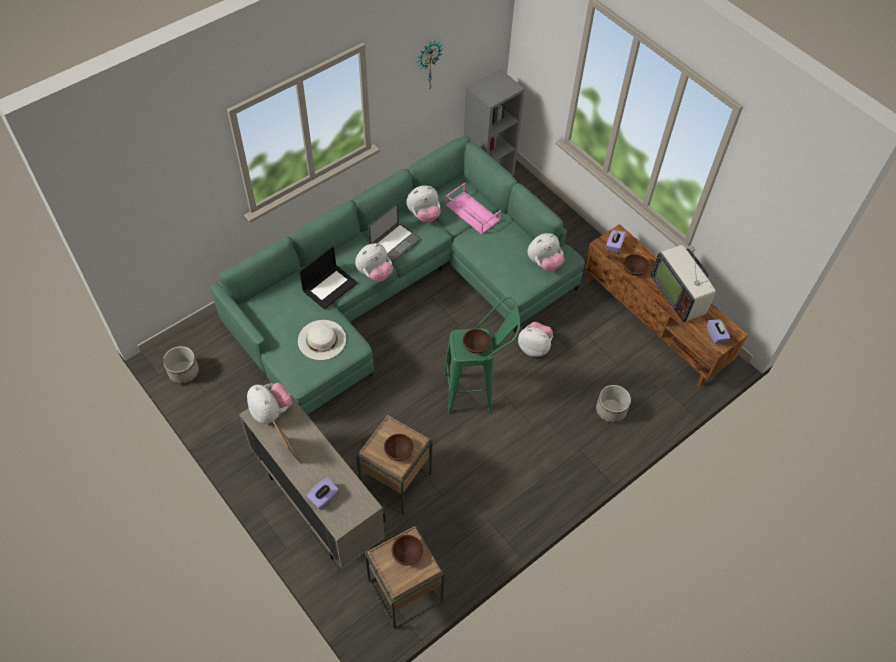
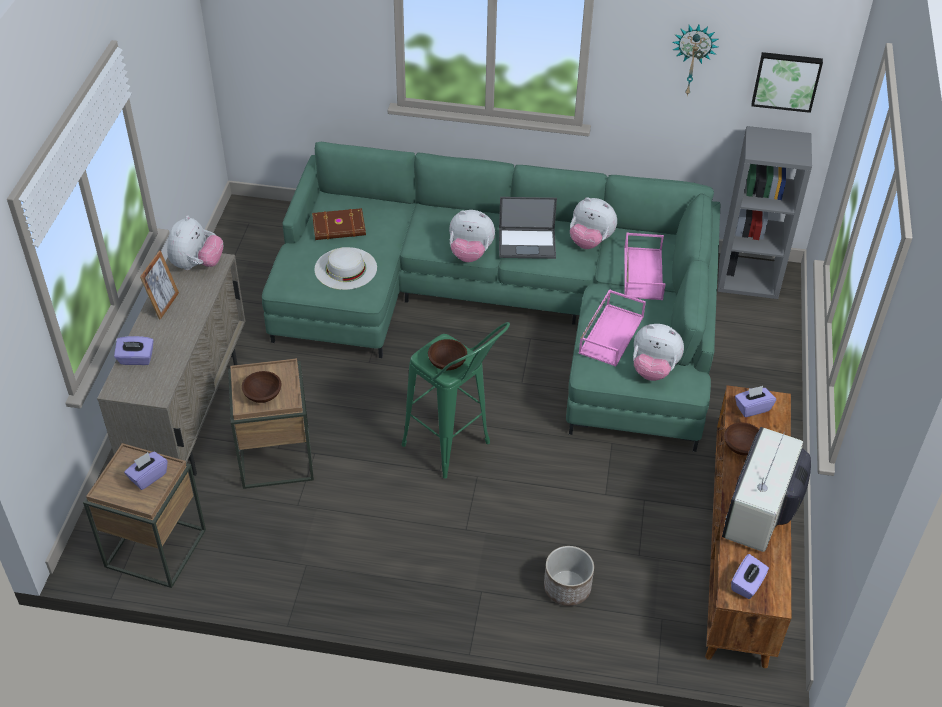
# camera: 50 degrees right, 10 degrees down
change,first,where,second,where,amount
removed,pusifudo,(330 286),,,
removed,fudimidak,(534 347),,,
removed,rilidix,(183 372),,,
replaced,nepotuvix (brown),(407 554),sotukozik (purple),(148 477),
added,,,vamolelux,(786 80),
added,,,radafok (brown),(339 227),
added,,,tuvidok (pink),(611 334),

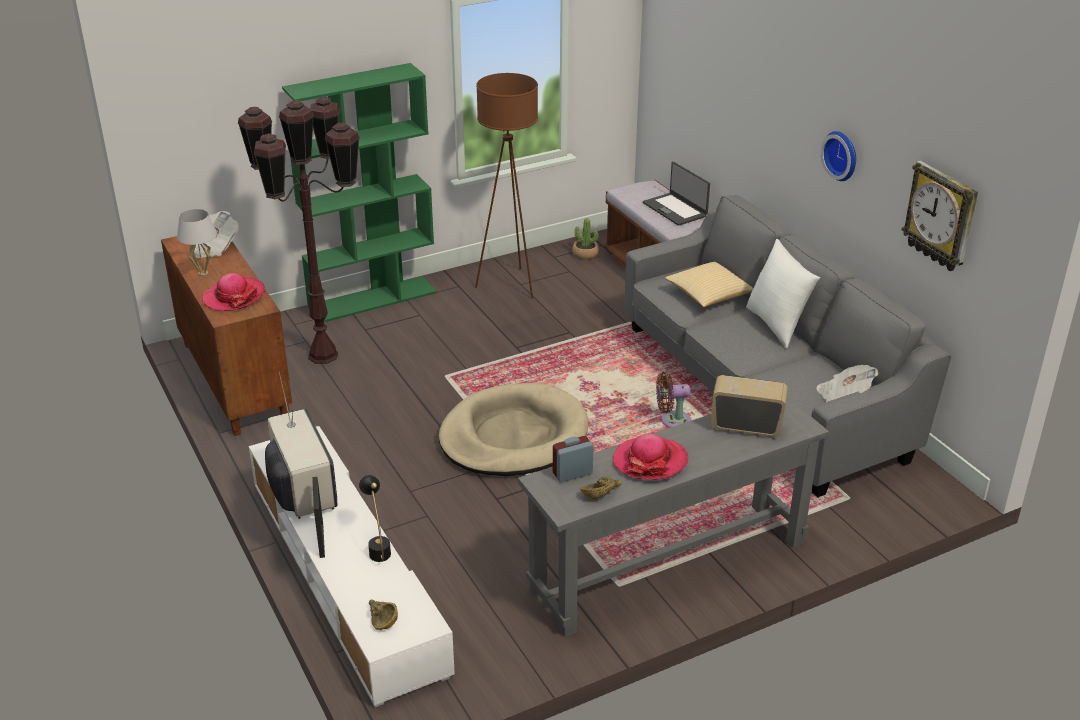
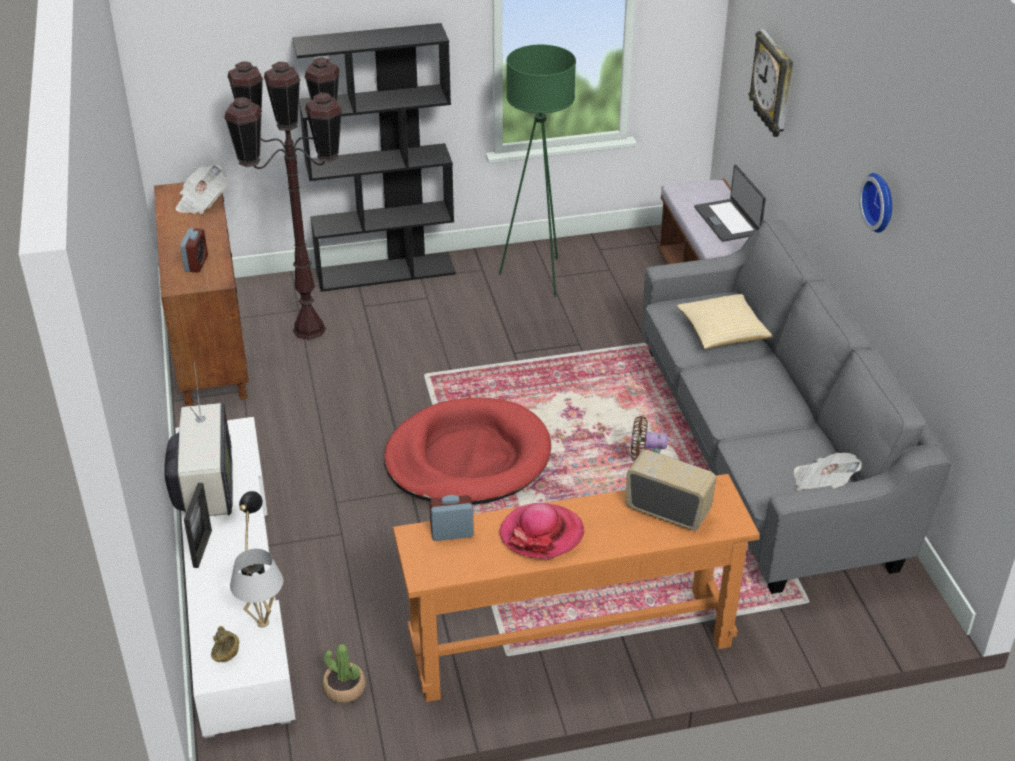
# camera: 15 degrees right, 5 degrees up
change,first,where,second,where,amount
recoloured,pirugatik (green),(373 299),pirugatik (black),(386 271),
recoloured,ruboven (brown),(510 285),ruboven (green),(537 277),
moved,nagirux,(941 217),,(774 84),
moved,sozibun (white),(203 273),,(263 622),
moved,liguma,(585 254),,(344 688),
removed,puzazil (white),(777 325),,,
replaced,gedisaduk,(234 296),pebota,(196 264),
recoloured,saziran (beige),(513 436),saziran (red),(468 458),
recoloured,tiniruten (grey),(668 566),tiniruten (orange),(570 643),
removed,nepotuvix (brown),(601 493),,,

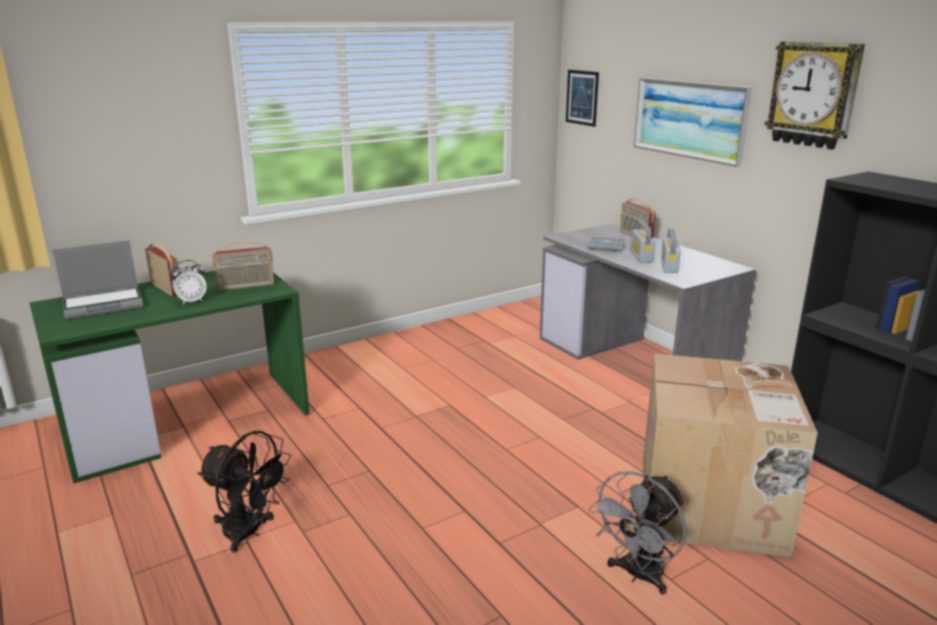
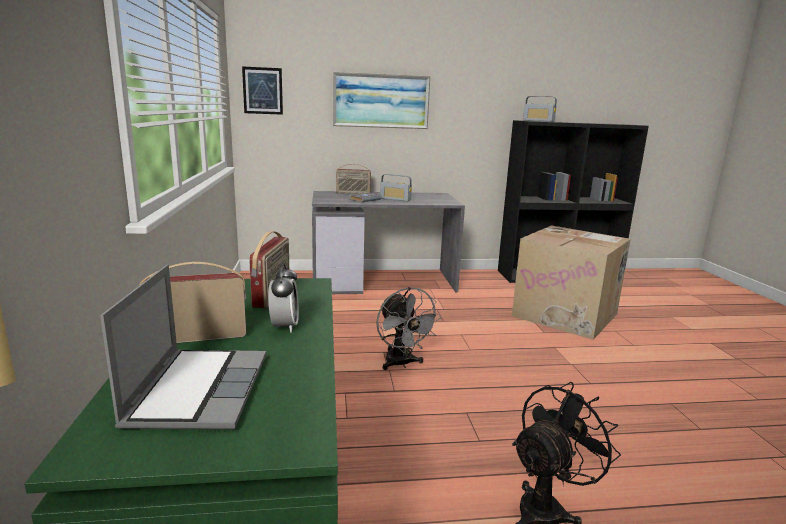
# camera: 65 degrees left, 5 degrees down
change,first,where,second,where,amount
removed,nagirux,(813 94),,,
moved,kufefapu,(669 266),,(538 121),
moved,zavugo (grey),(638 575),,(401 364),

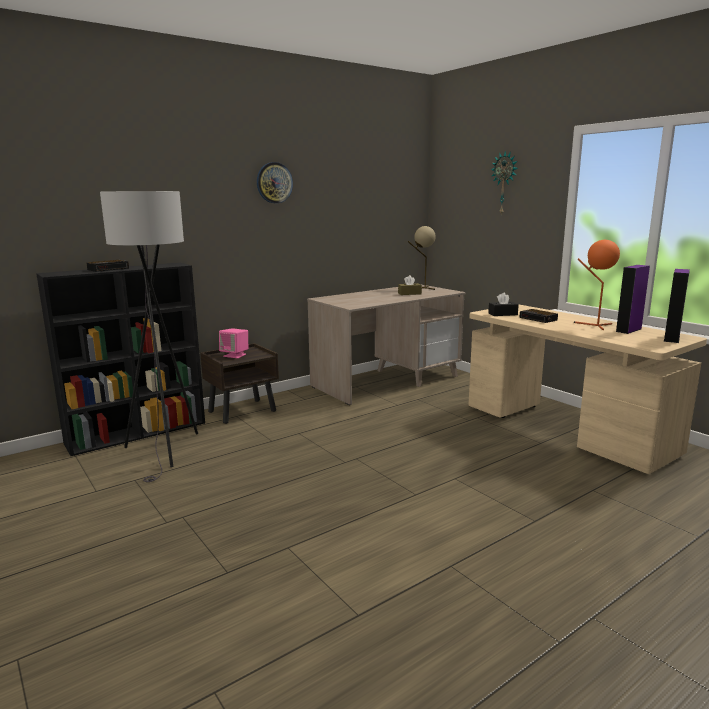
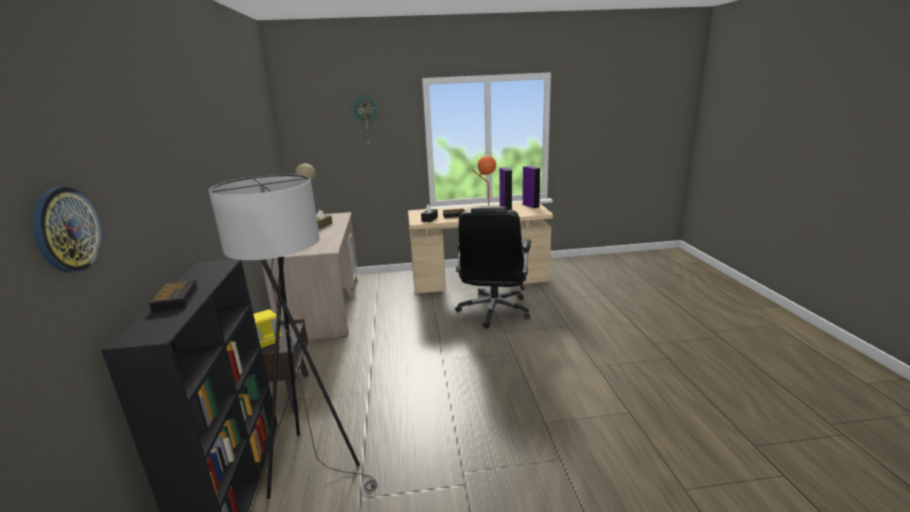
# camera: 60 degrees left, 5 degrees up
change,first,where,second,where,amount
moved,nagirux,(274 183),,(66 230),
recoloured,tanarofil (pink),(235 355),tanarofil (yellow),(267 341),
added,,,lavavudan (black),(494 311),

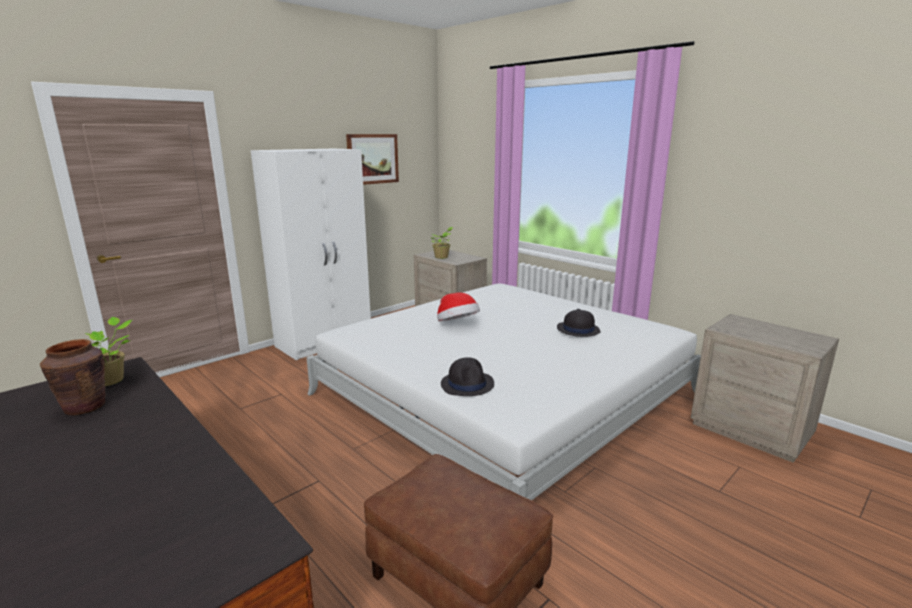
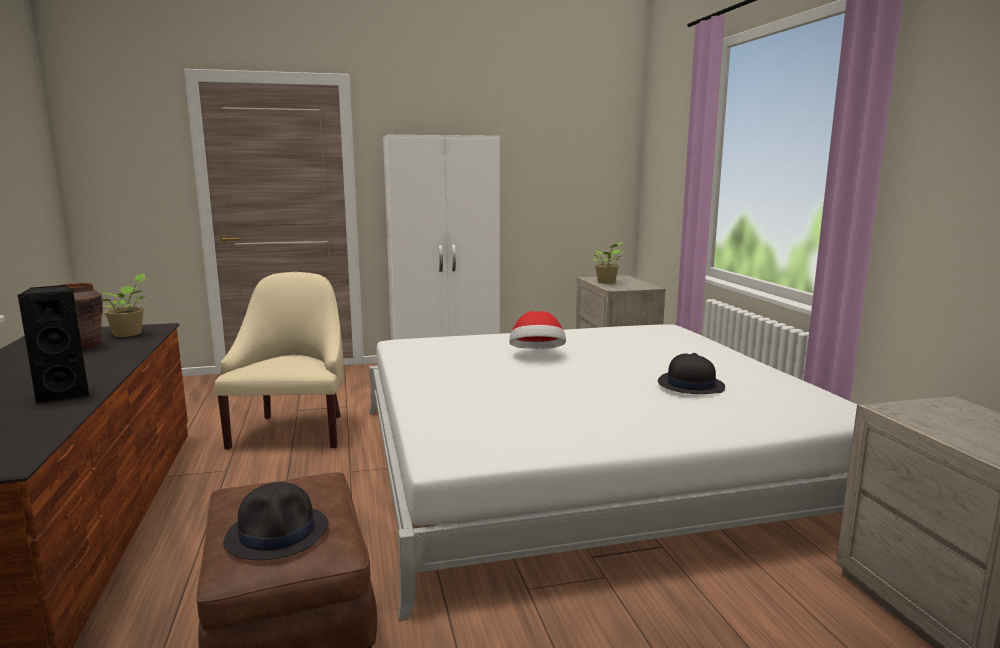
# camera: 30 degrees right, 5 degrees down
change,first,where,second,where,amount
removed,vamolelux,(372 159),,,
moved,gedisaduk (black),(467 384),,(278 533),
added,,,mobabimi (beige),(293 430),
added,,,tanarofil (black),(64 394),

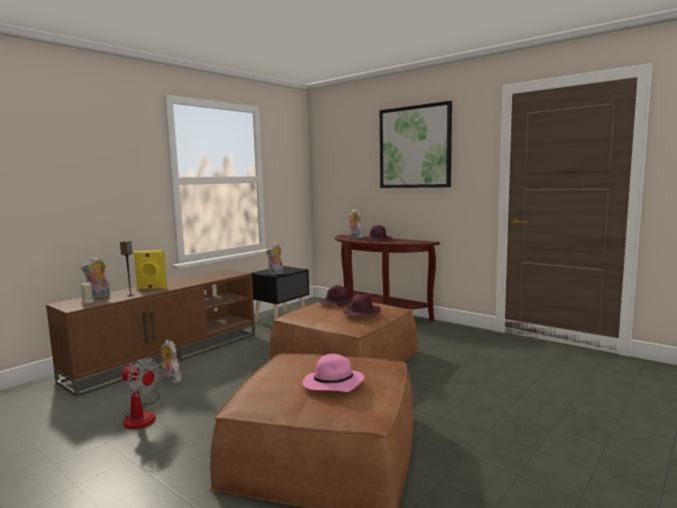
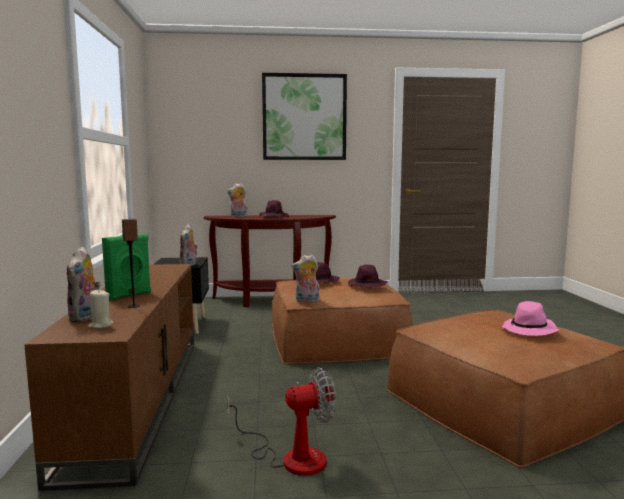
# camera: 45 degrees left, 0 degrees up
change,first,where,second,where,amount
recoloured,tanarofil (yellow),(151 288),tanarofil (green),(129 295),
moved,fudimidak,(170 380),,(307 301),

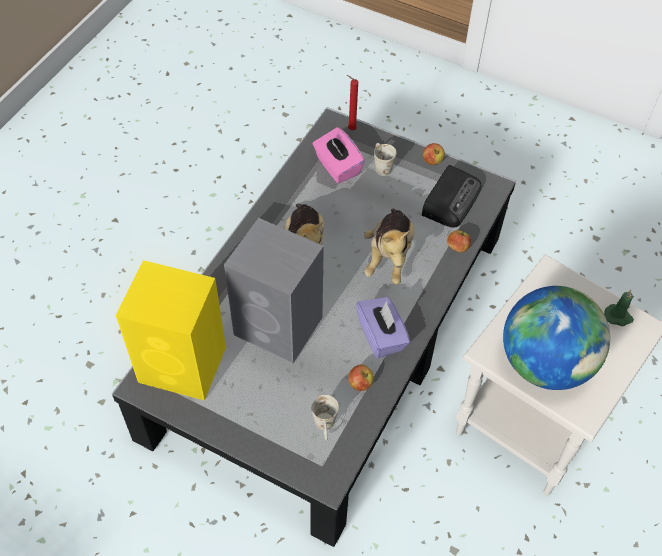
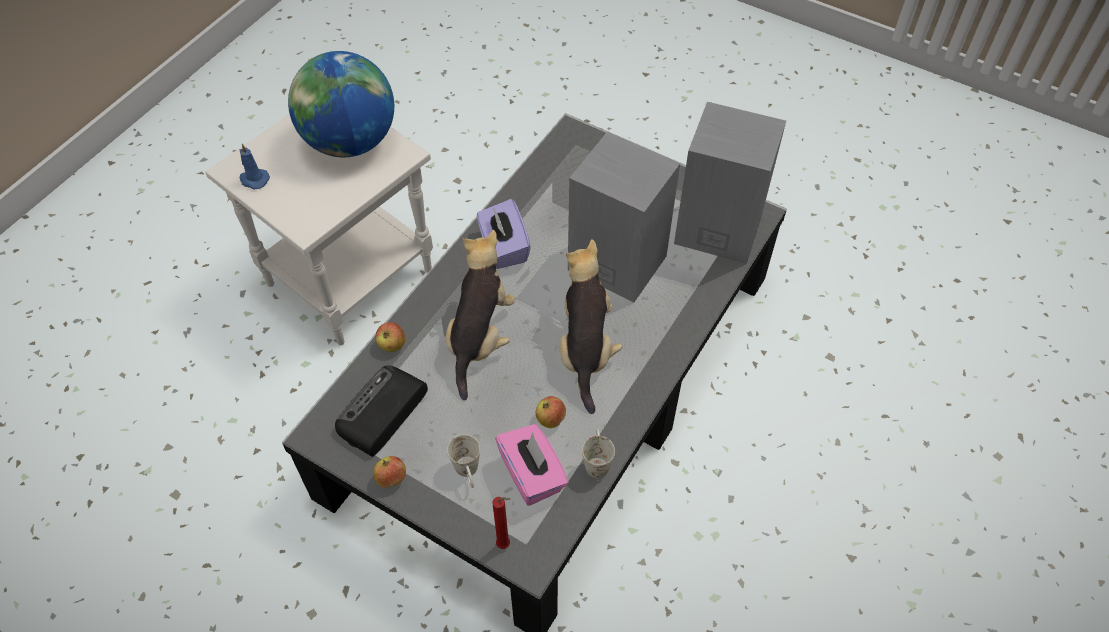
# camera: 175 degrees left, 0 degrees up
change,first,where,second,where,amount
recoloured,tanarofil (yellow),(184 365),tanarofil (grey),(715 228),
recoloured,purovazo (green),(618 316),purovazo (blue),(254 179),
moved,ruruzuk,(360 383),,(550 419),
moved,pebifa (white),(325 427),,(596 460),

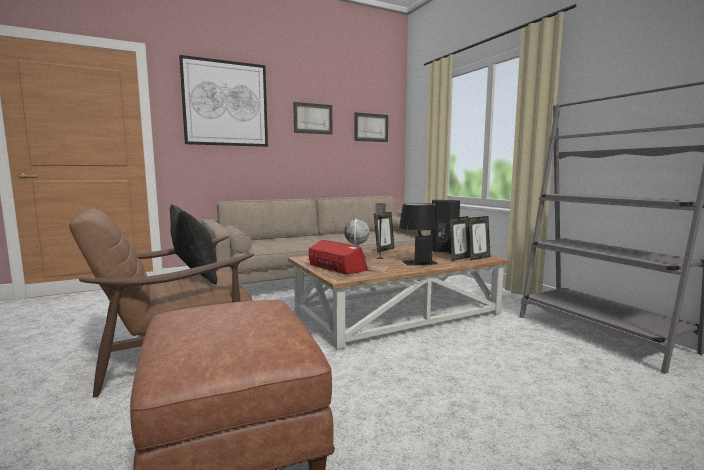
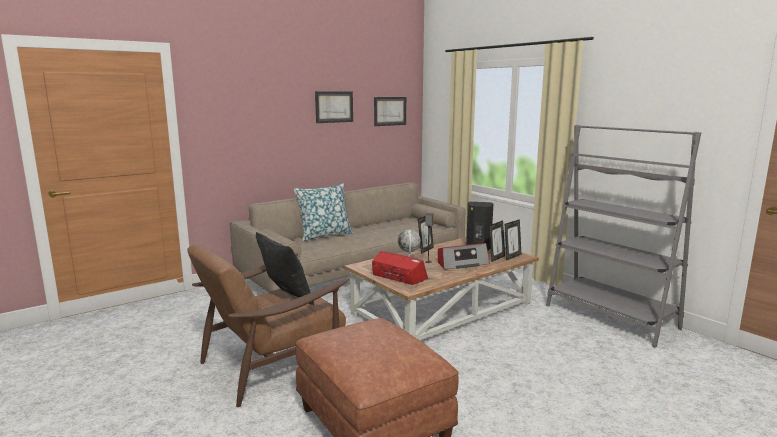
# camera: 10 degrees left, 5 degrees up
change,first,where,second,where,amount
removed,vamolelux,(225 104),,,
replaced,sozibun (black),(417 261),kufefapu,(462 263),
added,,,puzazil,(324 235),

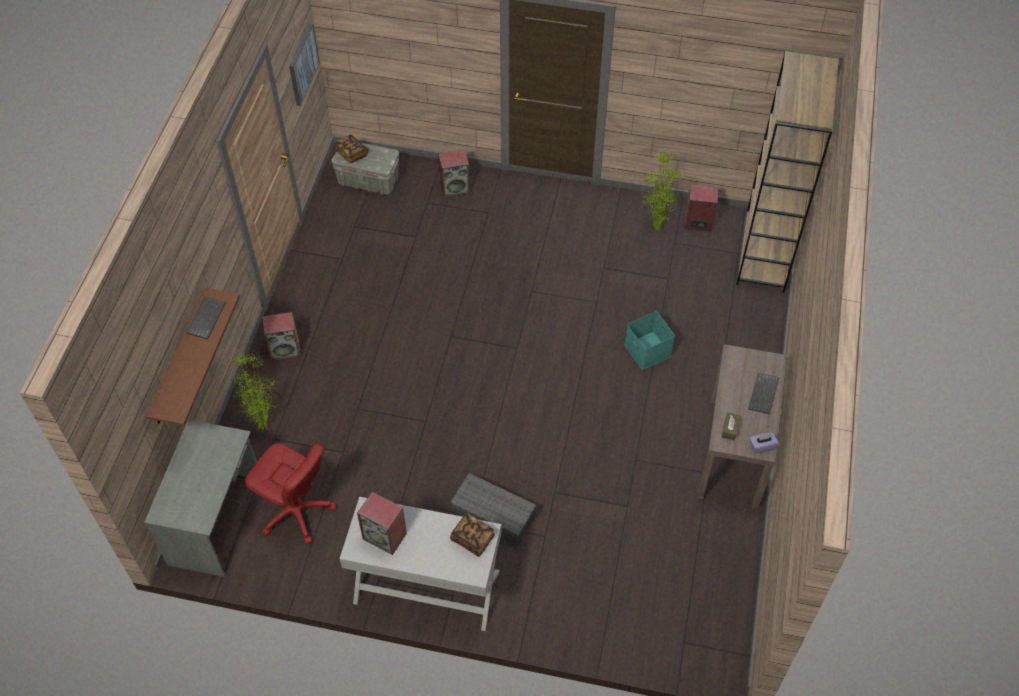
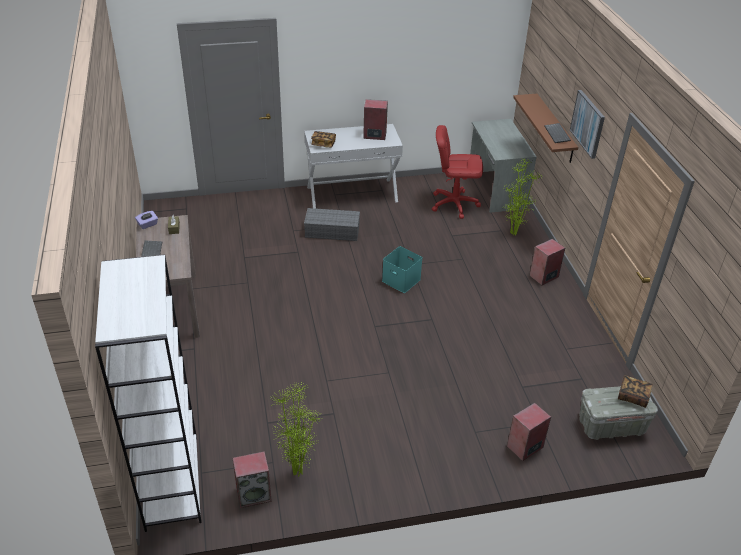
# camera: 155 degrees right, 15 degrees down
change,first,where,second,where,amount
moved,vamolelux,(302 64),,(588 123),
recoloured,pirugatik (brown),(765 253),pirugatik (white),(171 482),
moved,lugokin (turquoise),(646 350),,(402 280),

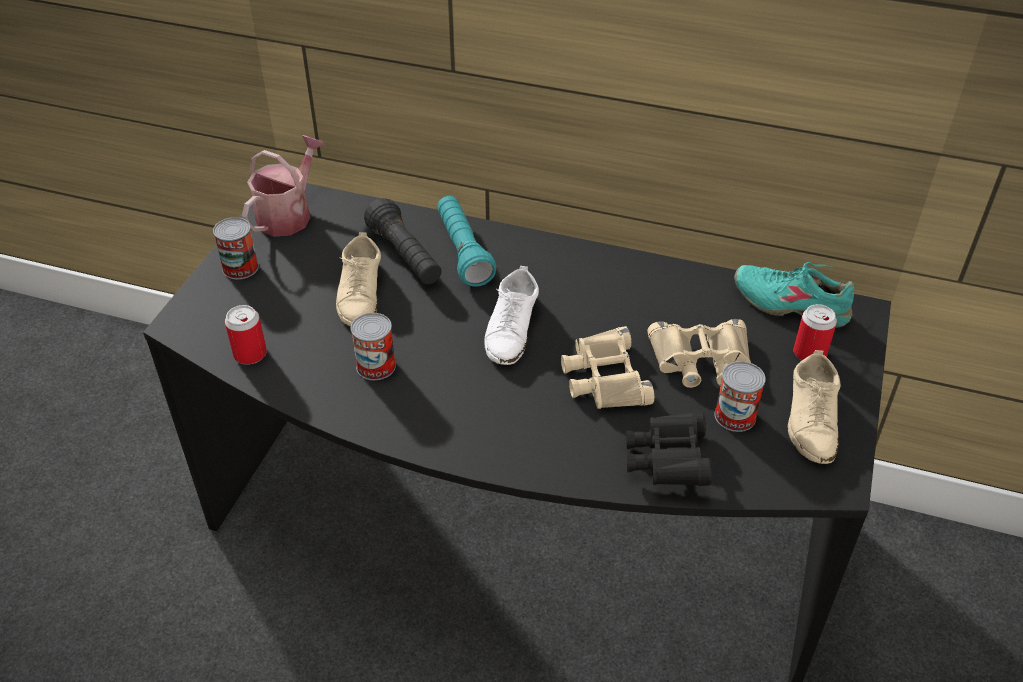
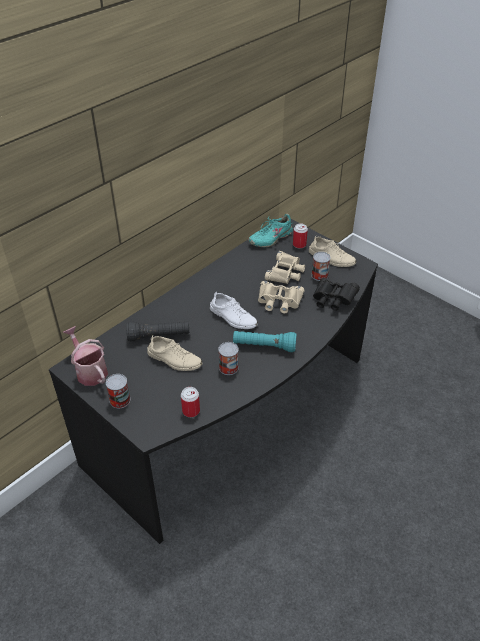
# camera: 65 degrees left, 0 degrees up
change,first,where,second,where,amount
moved,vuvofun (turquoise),(463 252),,(264 346),

